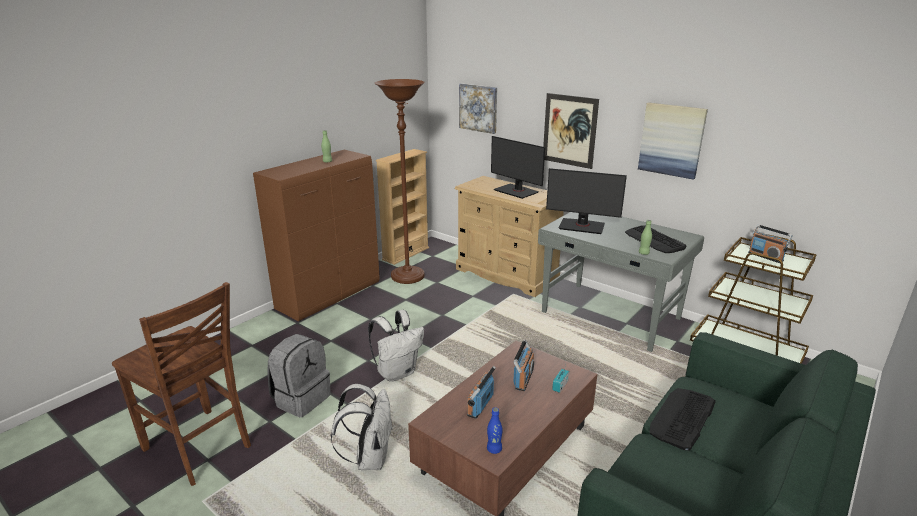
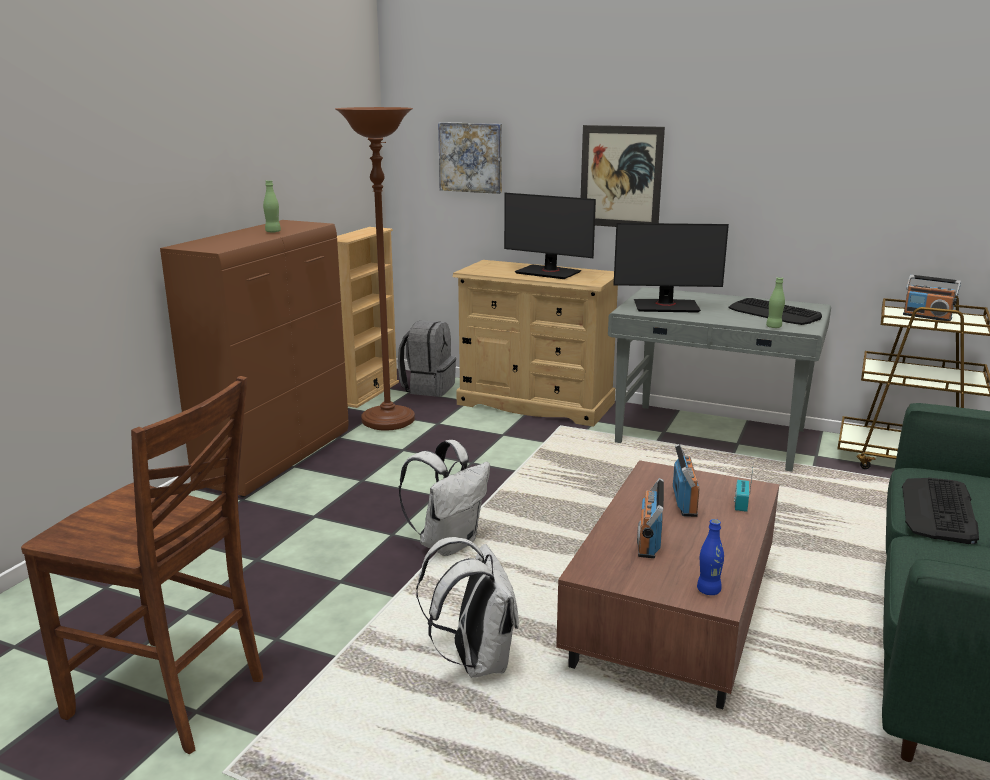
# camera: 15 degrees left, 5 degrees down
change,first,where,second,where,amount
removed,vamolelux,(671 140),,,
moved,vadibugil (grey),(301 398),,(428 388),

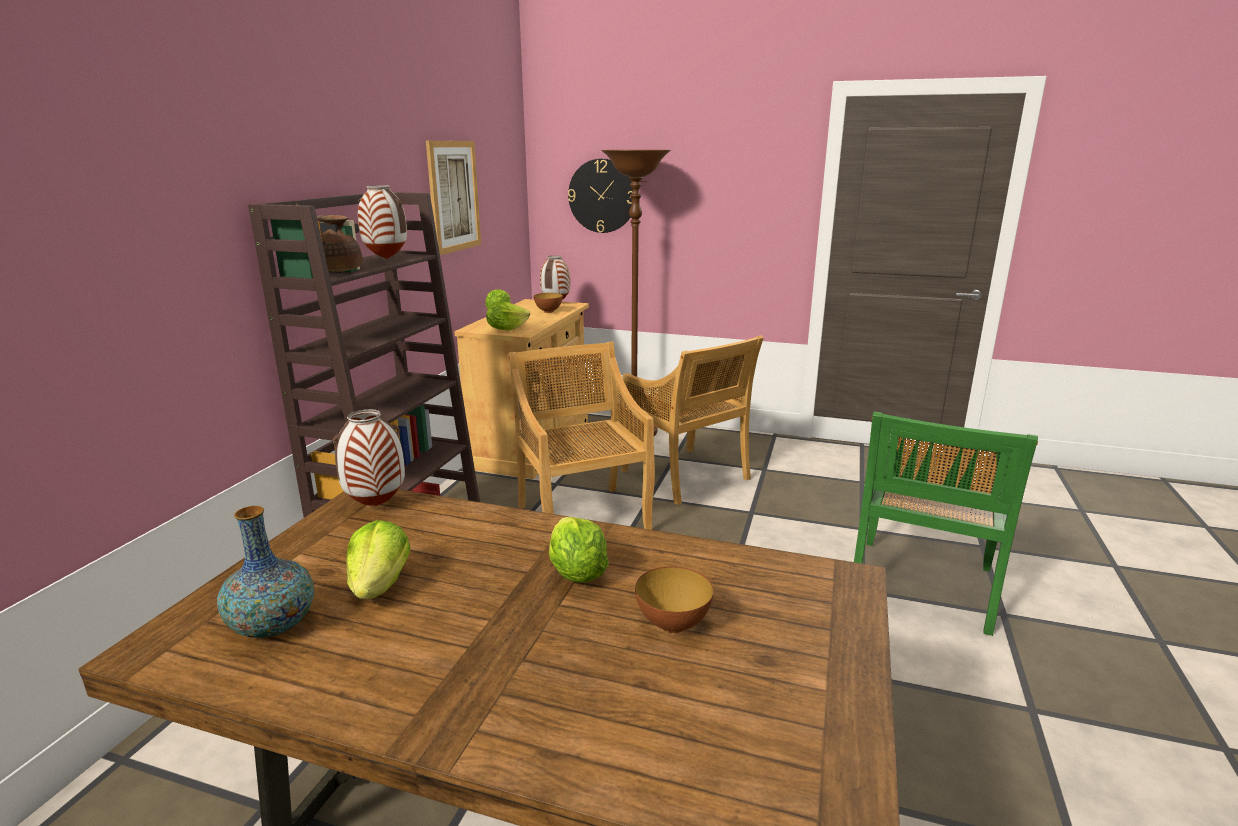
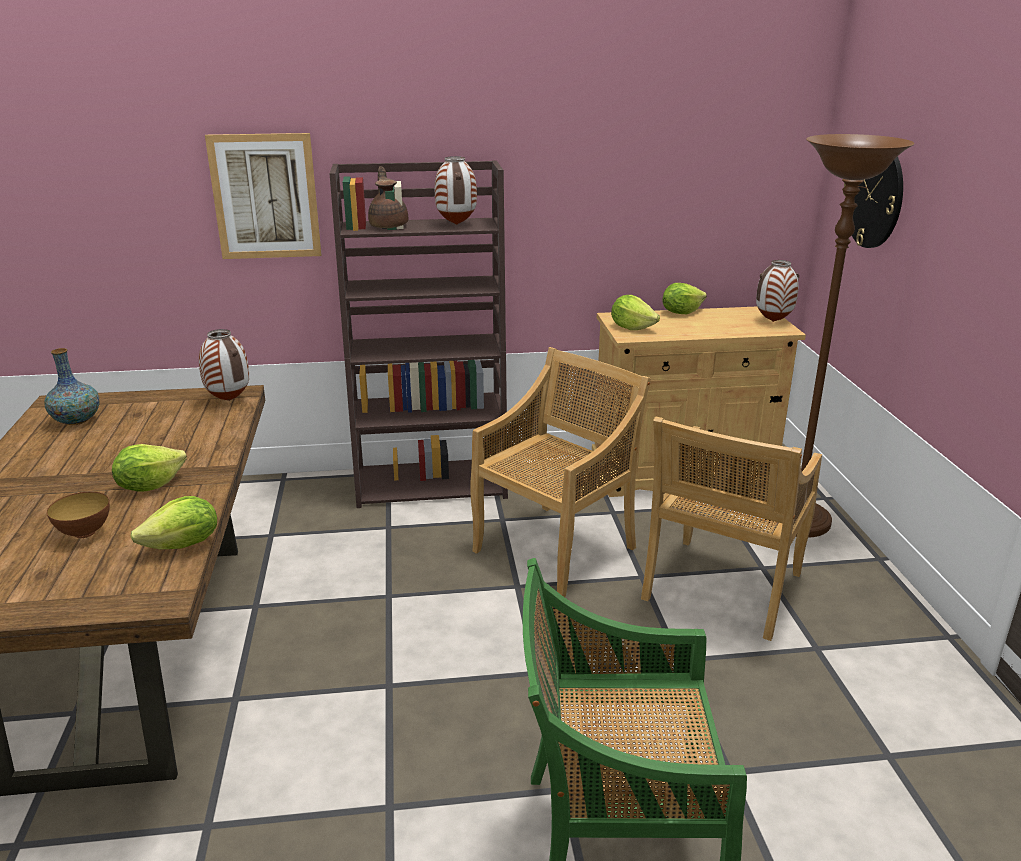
# camera: 65 degrees right, 5 degrees up
change,first,where,second,where,amount
moved,vamolelux,(454 196),,(265 197),
removed,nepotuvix,(548 311),,,
moved,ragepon,(380 585),,(184 546),

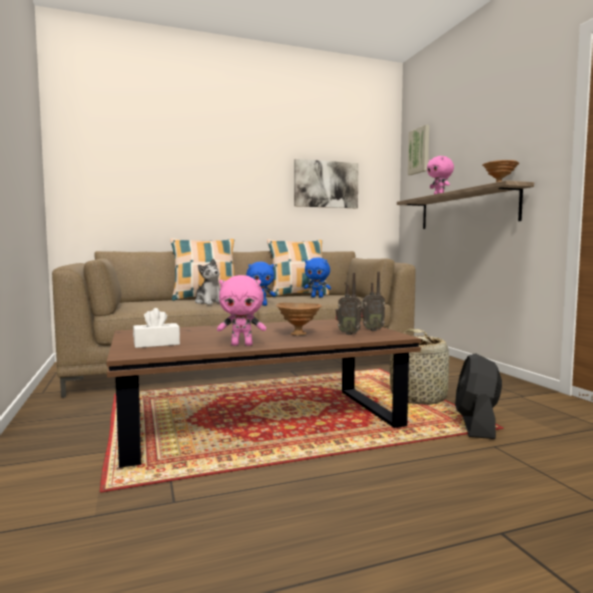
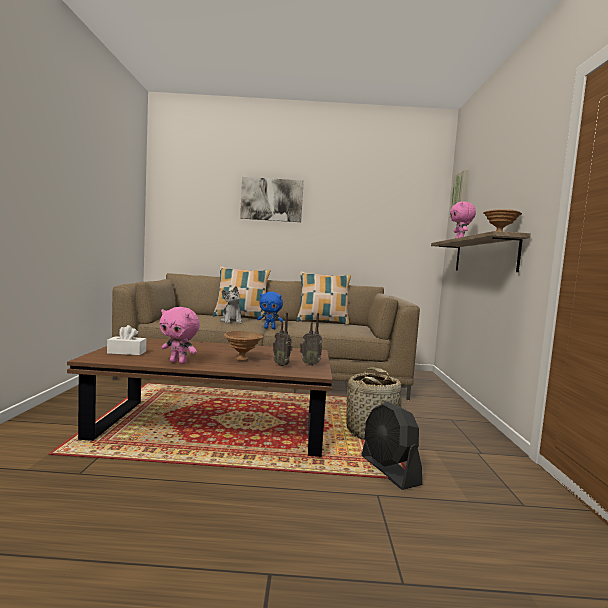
# camera: 20 degrees right, 0 degrees up
change,first,where,second,where,amount
moved,vamolelux,(326 184),,(272 200),
removed,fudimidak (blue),(317 297),,,
turned,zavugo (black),(476 425),,(389 471),60 degrees counterclockwise

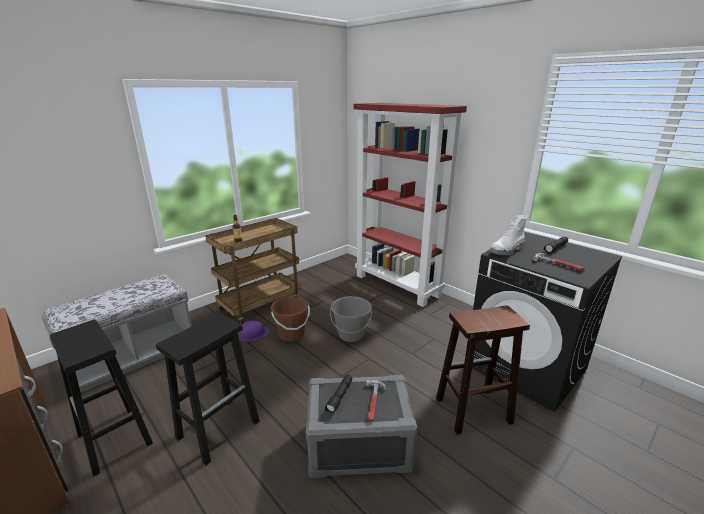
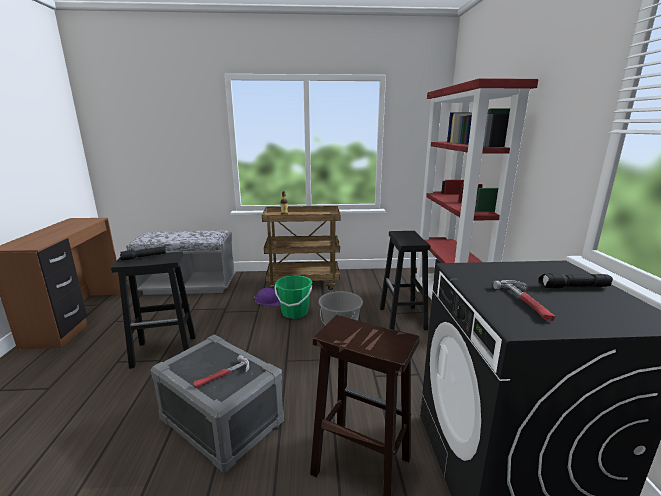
# camera: 40 degrees right, 5 degrees down
change,first,where,second,where,amount
removed,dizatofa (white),(507 251),,,
recoloured,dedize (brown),(292 334),dedize (green),(294 312),
moved,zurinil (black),(115 439),,(403 319),
moved,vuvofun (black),(340 397),,(143 257),

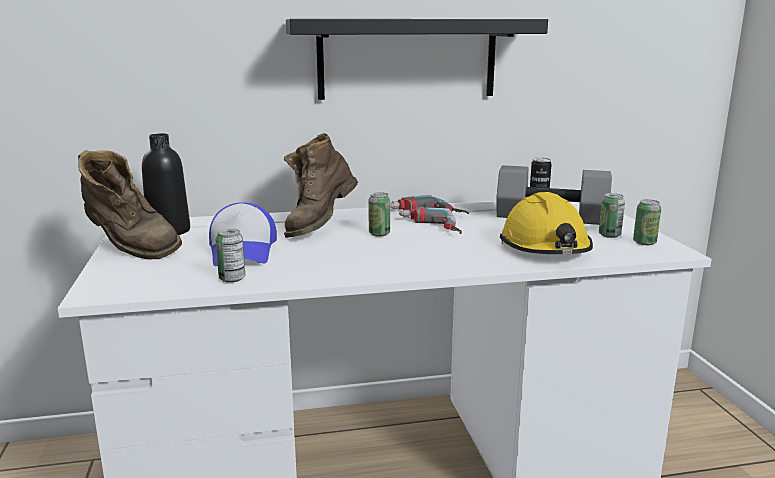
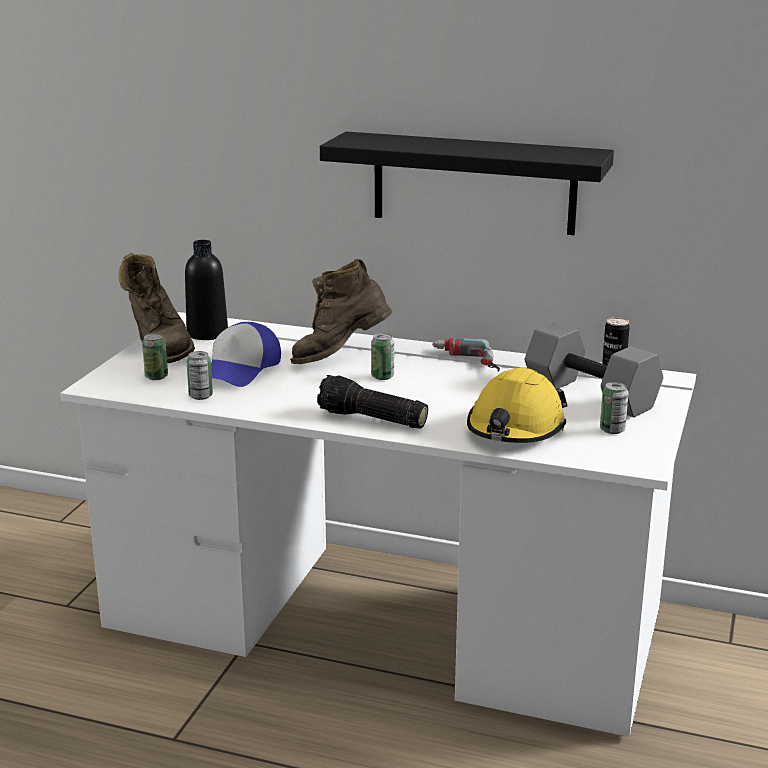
# camera: 30 degrees right, 5 degrees up
change,first,where,second,where,amount
moved,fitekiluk,(644 242),,(156 377),
removed,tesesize,(429 228),,,
added,,,vuvofun,(371 419),

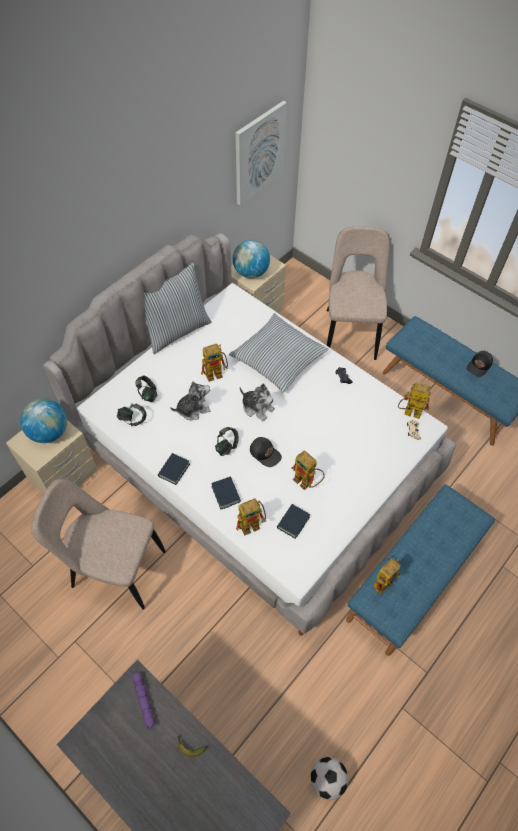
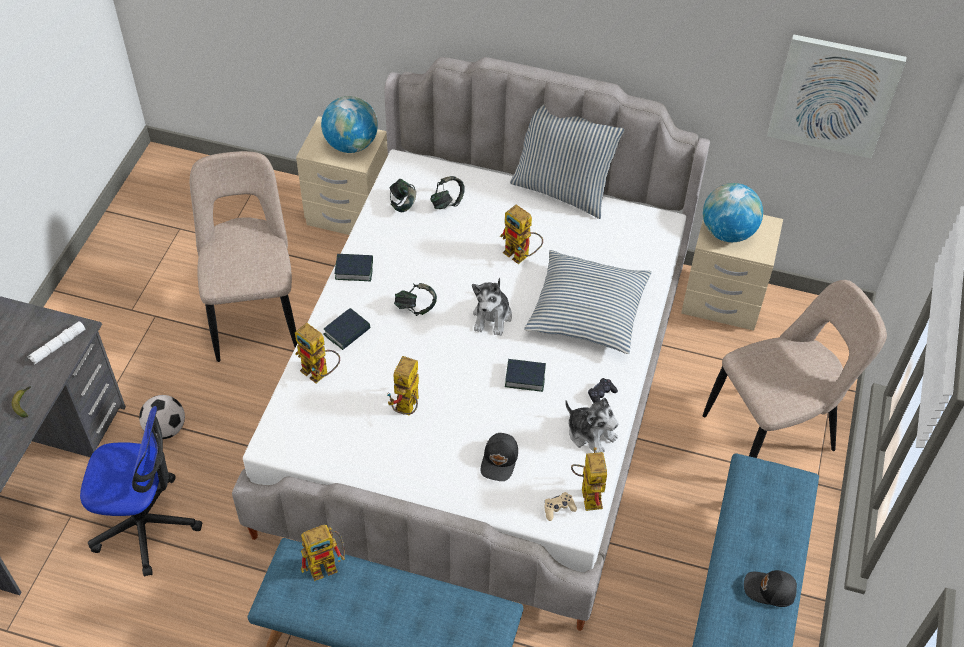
# camera: 65 degrees right, 5 degrees down
change,first,where,second,where,amount
moved,fudimidak,(193 409),,(590 434),
moved,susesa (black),(265 453),,(500 460),
moved,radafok,(293 522),,(525 377),
turned,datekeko,(384 580),,(327 564),45 degrees counterclockwise
recoloured,vuvofun (purple),(144 701),vuvofun (white),(58 346),
moved,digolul,(327 779),,(166 429),
added,,,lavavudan,(145 524),

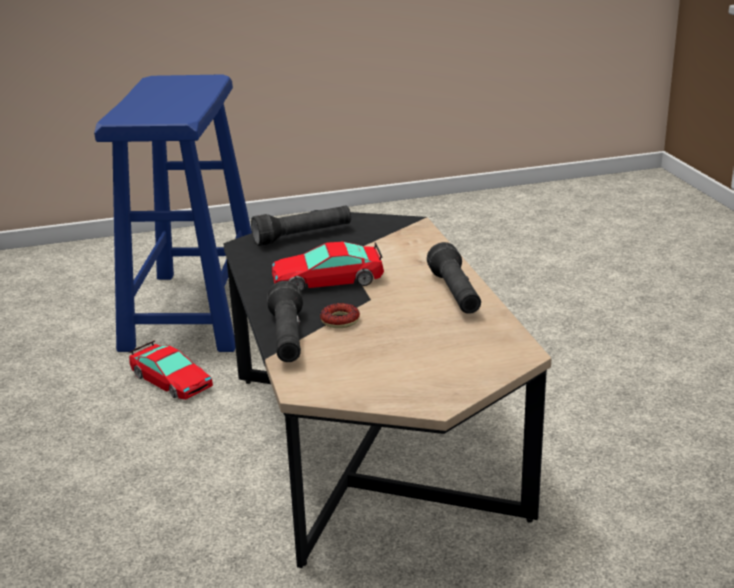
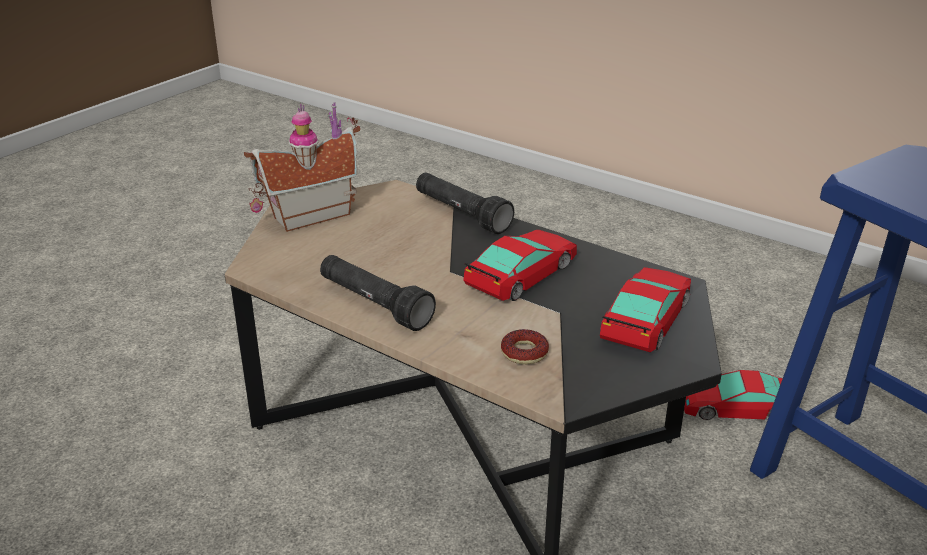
# camera: 140 degrees right, 5 degrees up
change,first,where,second,where,amount
replaced,vuvofun (black),(303 236),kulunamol,(646 319),
moved,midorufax,(340 320),,(524 352),
added,,,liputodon,(307 214),

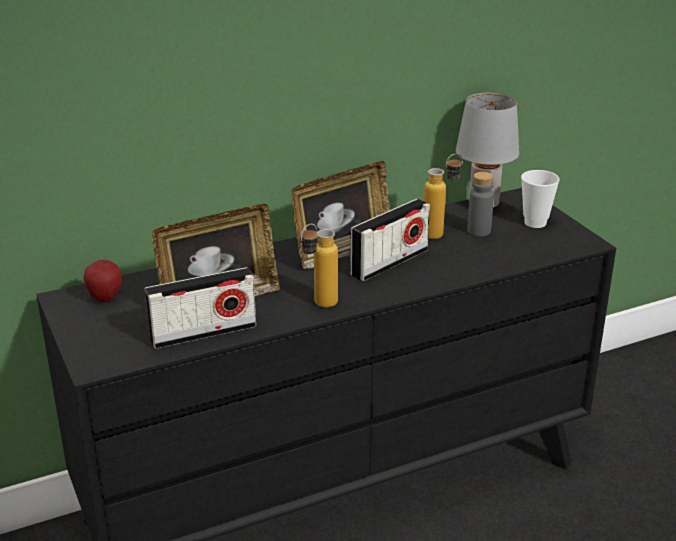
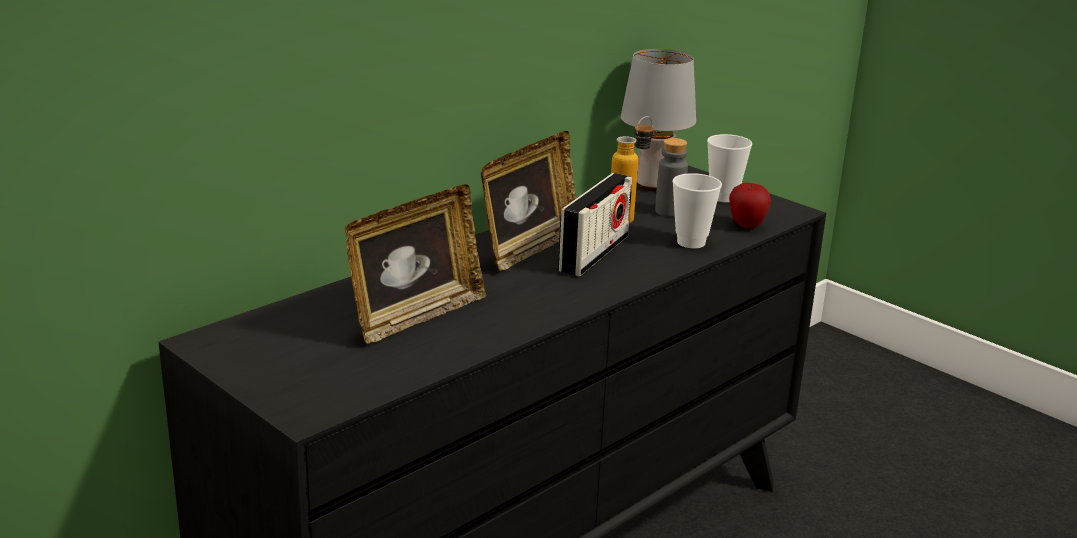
# camera: 20 degrees left, 5 degrees down
change,first,where,second,where,amount
removed,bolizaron,(318 306),,,
moved,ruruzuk,(105 298),,(746 226),
removed,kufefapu,(203 333),,,
added,,,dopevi,(691 242),

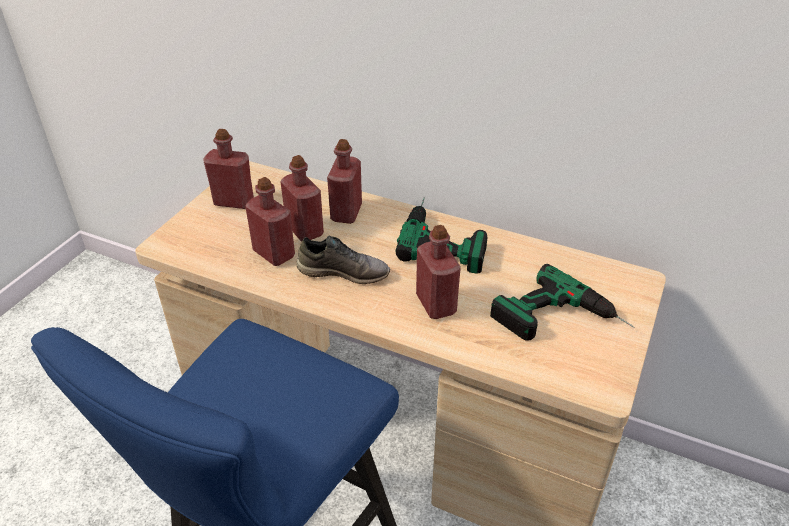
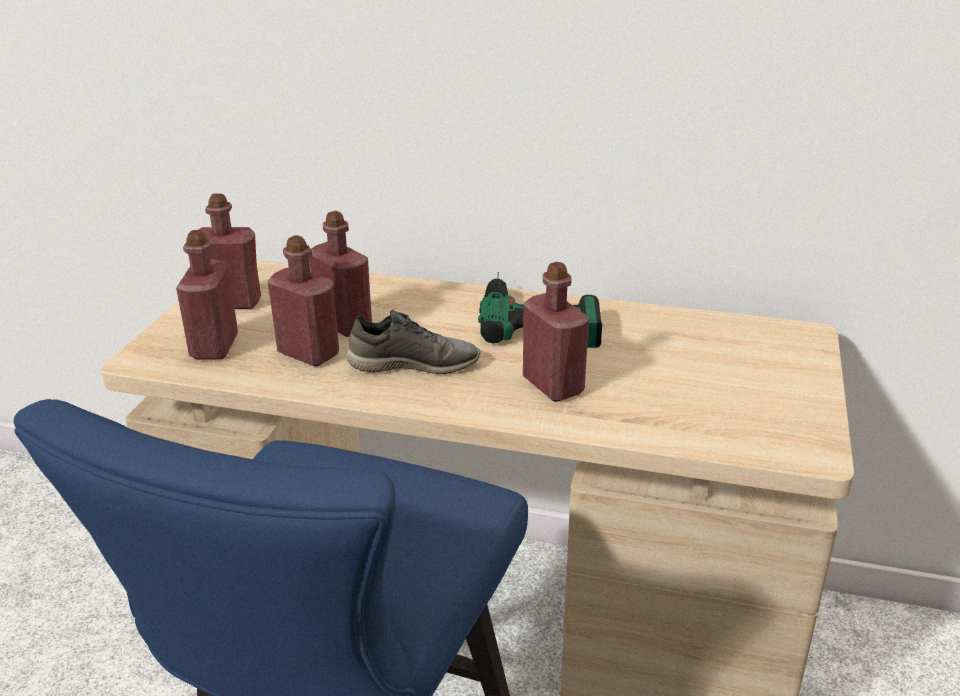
# camera: 10 degrees left, 10 degrees down
change,first,where,second,where,amount
moved,bolizaron (red),(346 213),,(214 347),
removed,tesesize,(562 322),,,

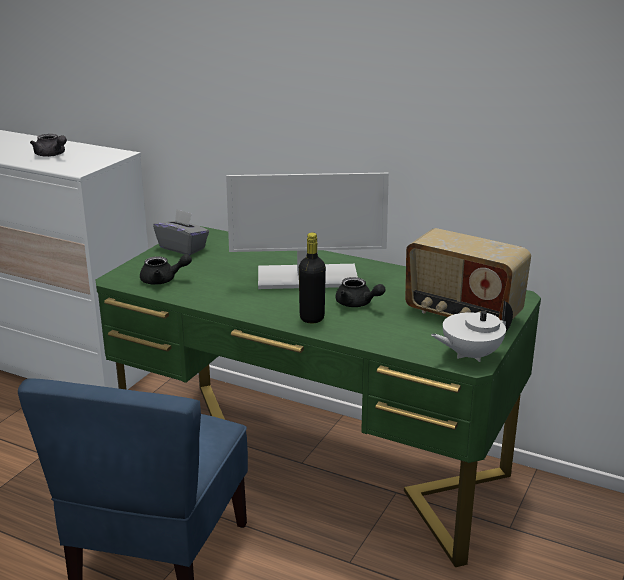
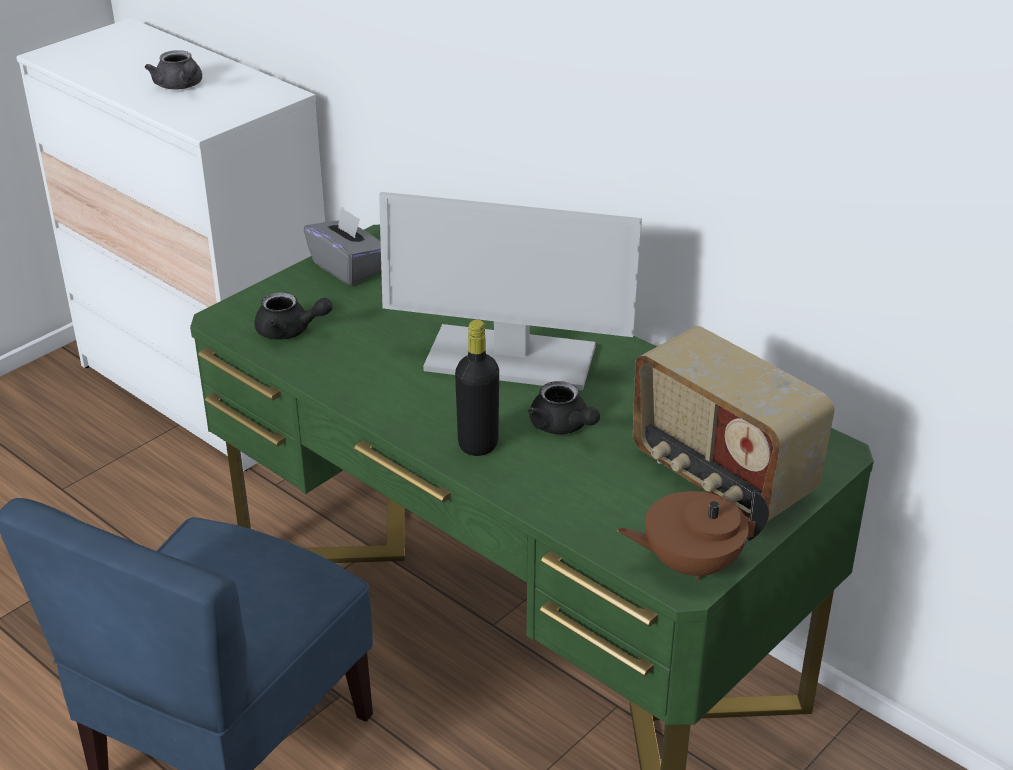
# camera: 15 degrees right, 10 degrees up
change,first,where,second,where,amount
recoloured,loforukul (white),(470 355),loforukul (brown),(690 563),

